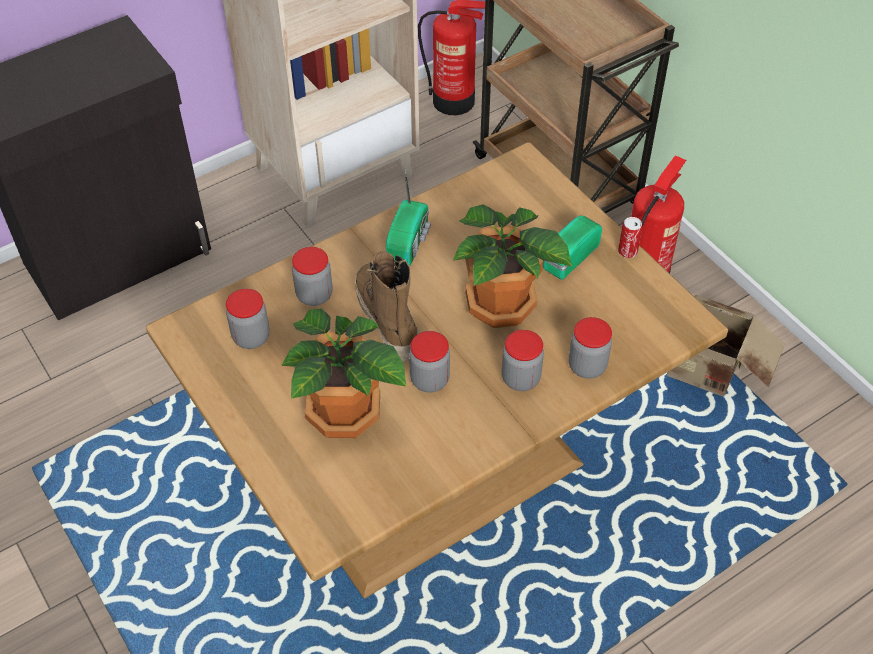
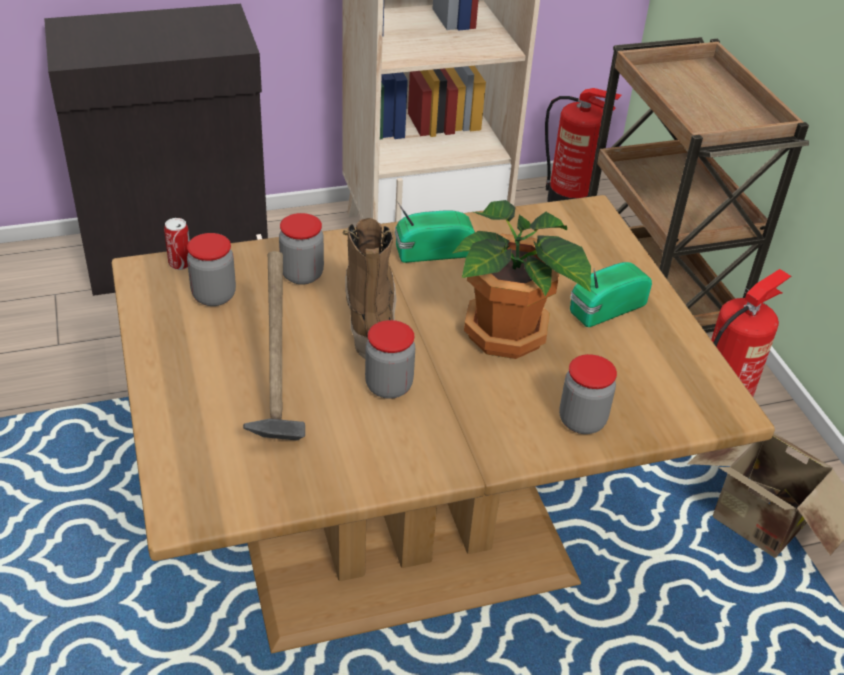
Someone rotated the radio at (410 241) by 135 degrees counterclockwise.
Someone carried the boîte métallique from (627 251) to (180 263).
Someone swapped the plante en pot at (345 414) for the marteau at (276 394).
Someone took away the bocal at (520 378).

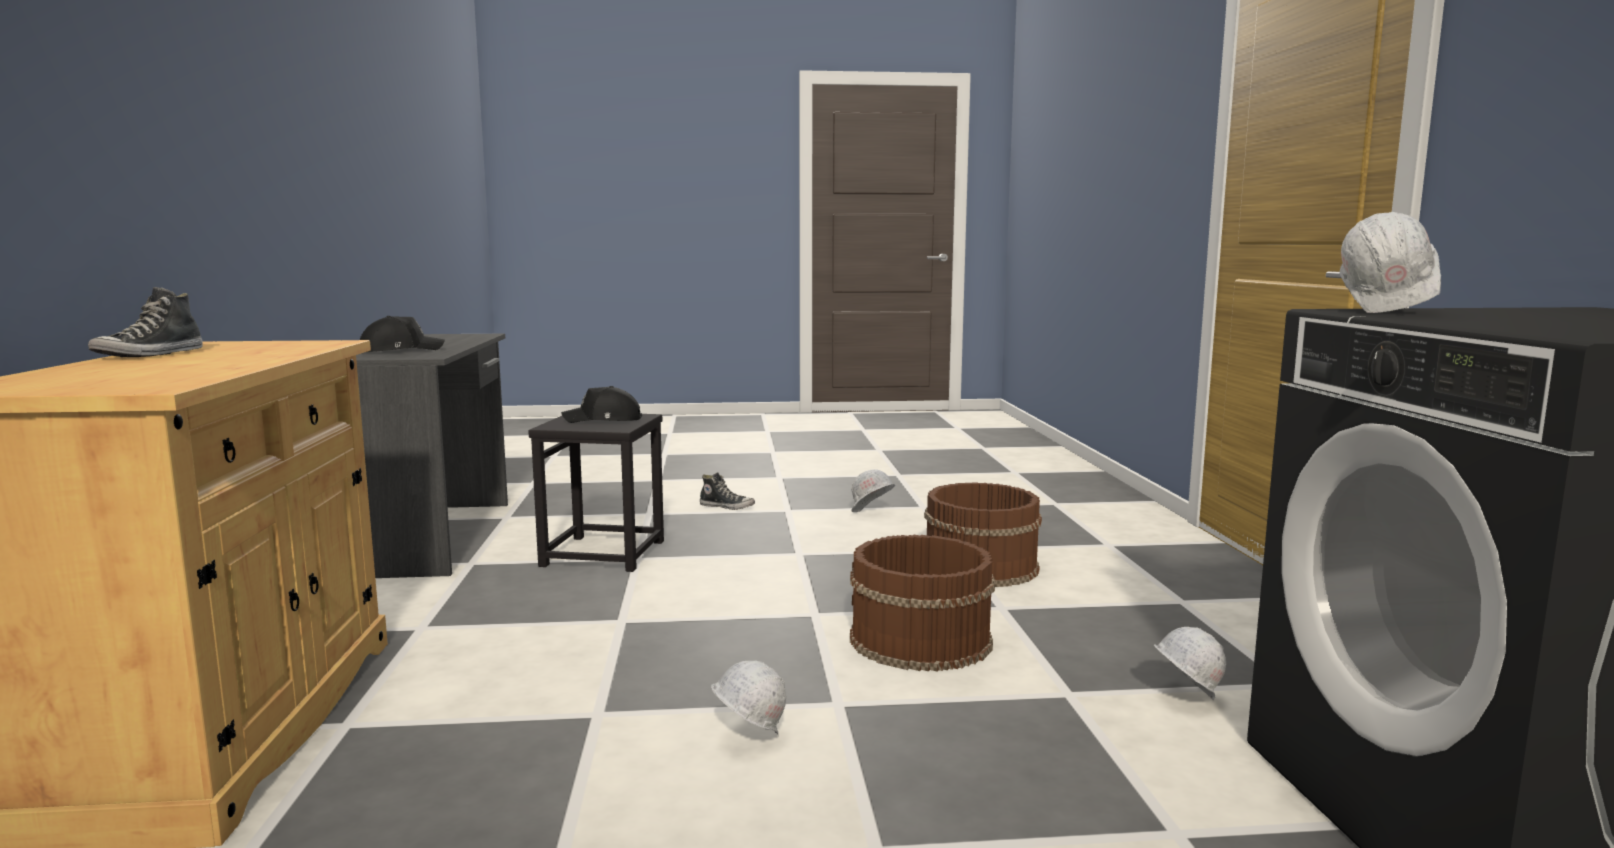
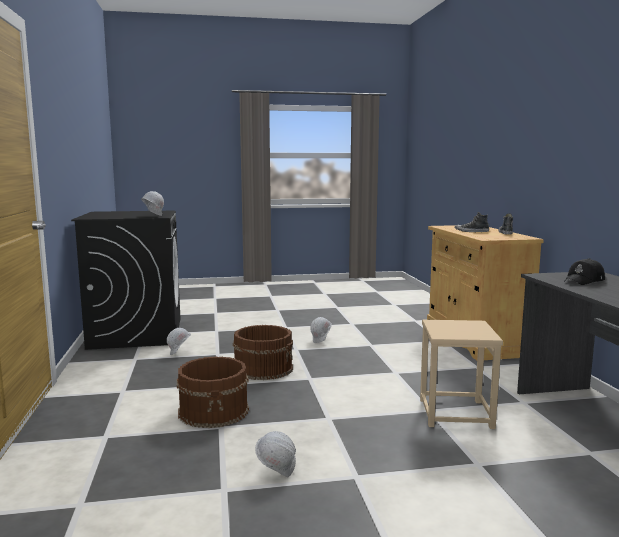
Someone took away the casquette/noir at (603 420).
Someone repainted the tabouret/noir at (604 553), which became the tabouret/beige at (454 413).
Someone carried the chaussure from (727 507) to (471 231).

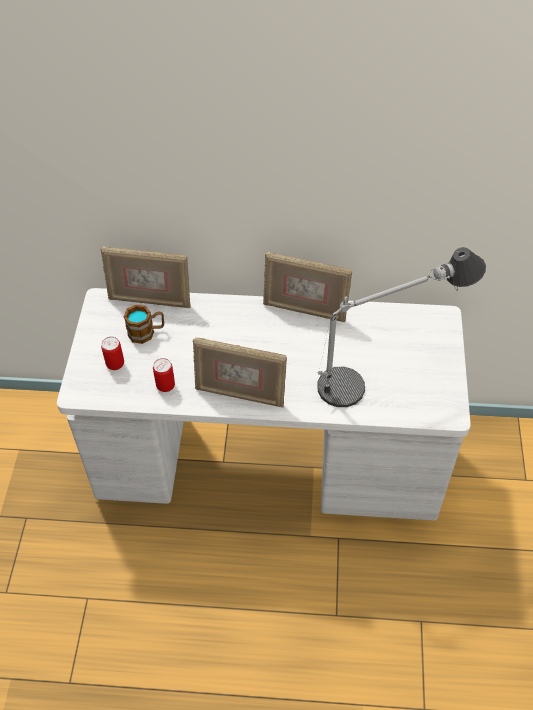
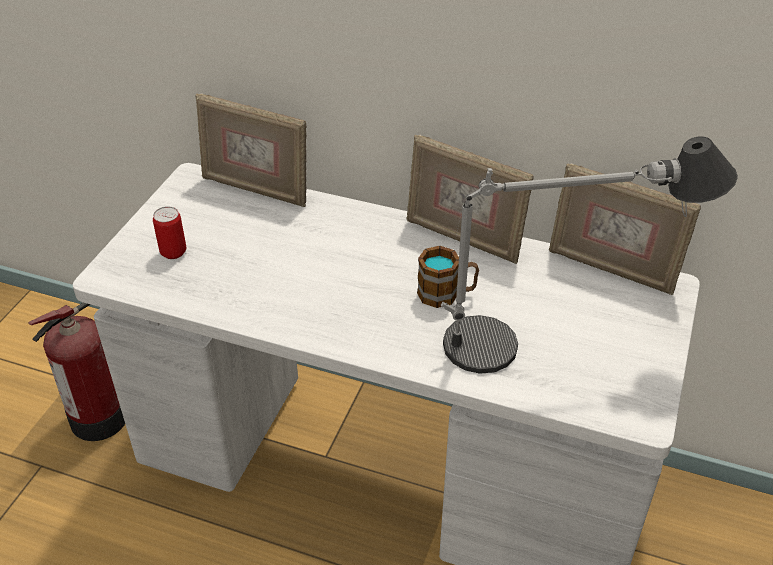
Someone carried the mug from (146 332) to (446 294).
Someone carried the cadre photo from (240 394) to (611 269).
Someone took away the boîte métallique at (165 386).
Someone put down the extincteur at (102 416).

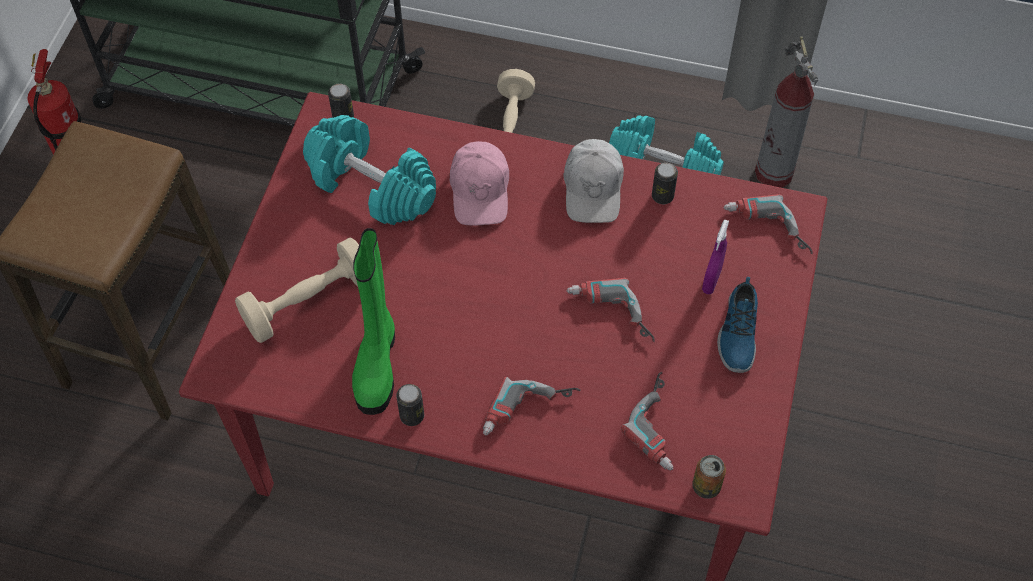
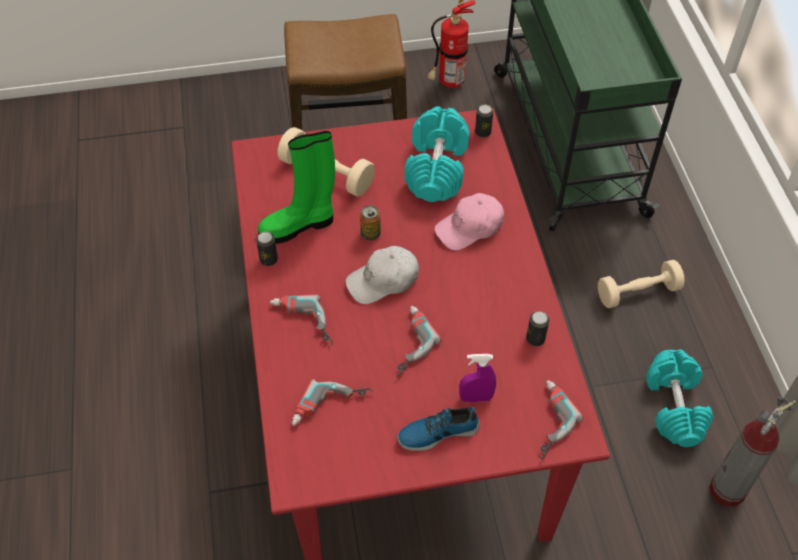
Someone carried the casquette/blanc from (593 188) to (383 281).
Someone carried the boîte métallique from (706 486) to (370 234).

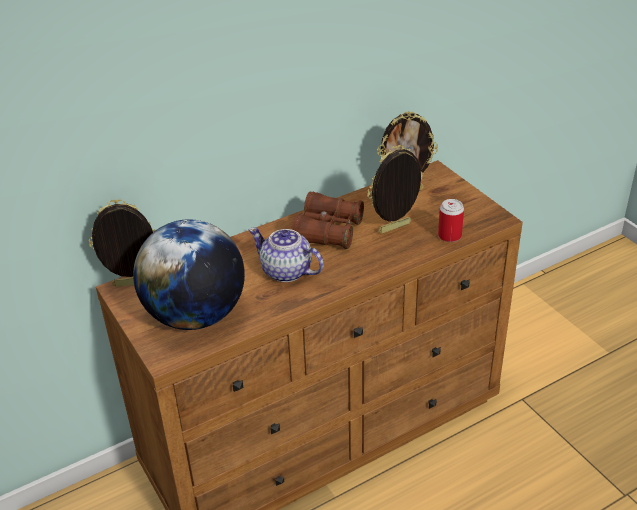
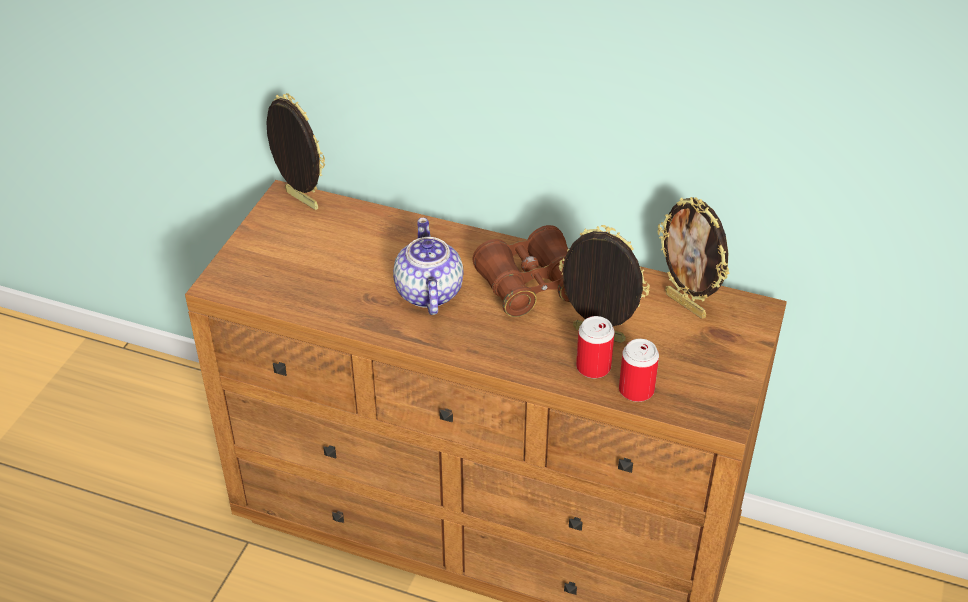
Someone took away the globe at (196 315).
Someone put down the boîte métallique at (593 367).

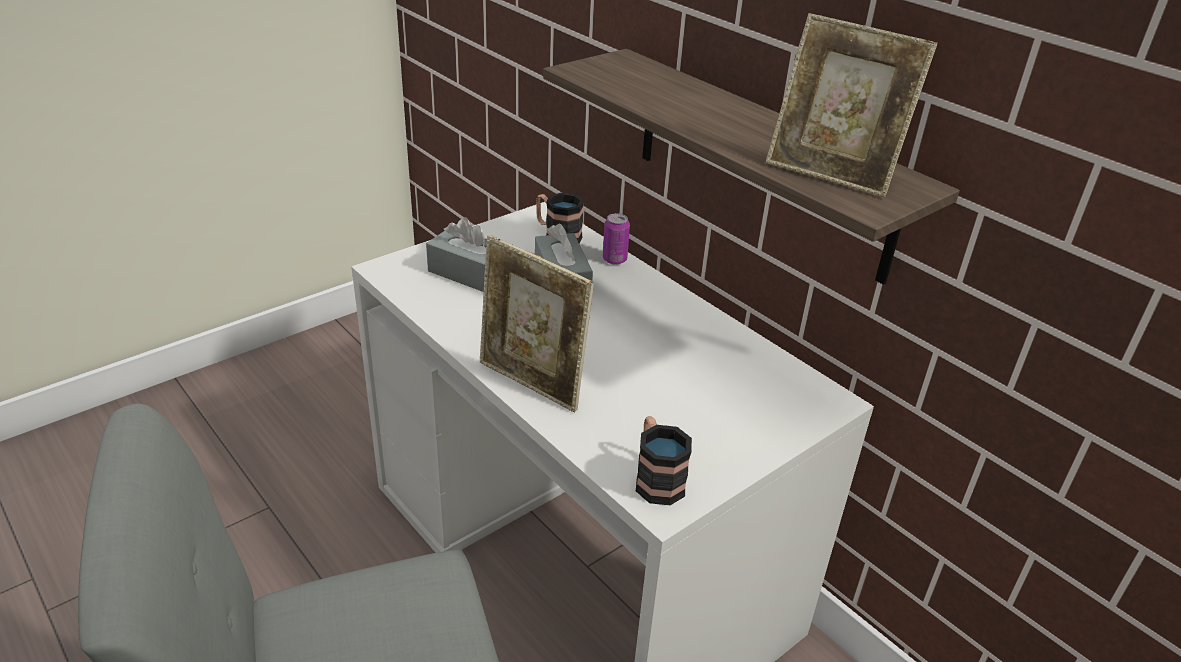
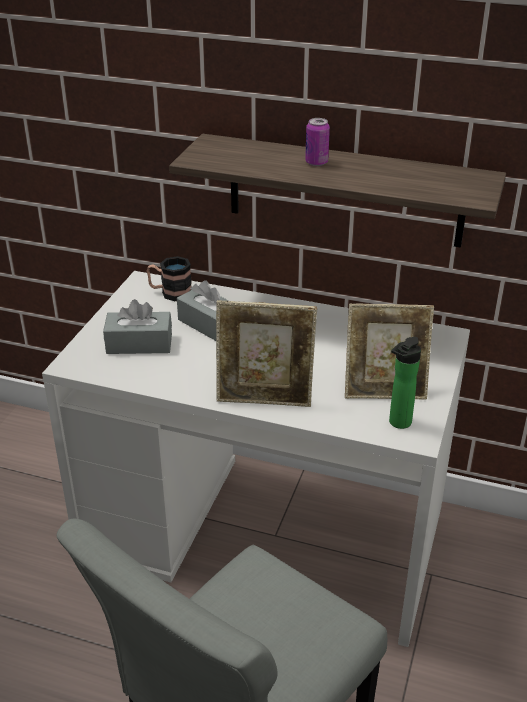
Someone carried the cadre photo from (832 172) to (384 389).
Someone carried the boîte métallique from (614 259) to (316 162).
Someone swapped the mug at (656 478) for the bouteille at (398 423).

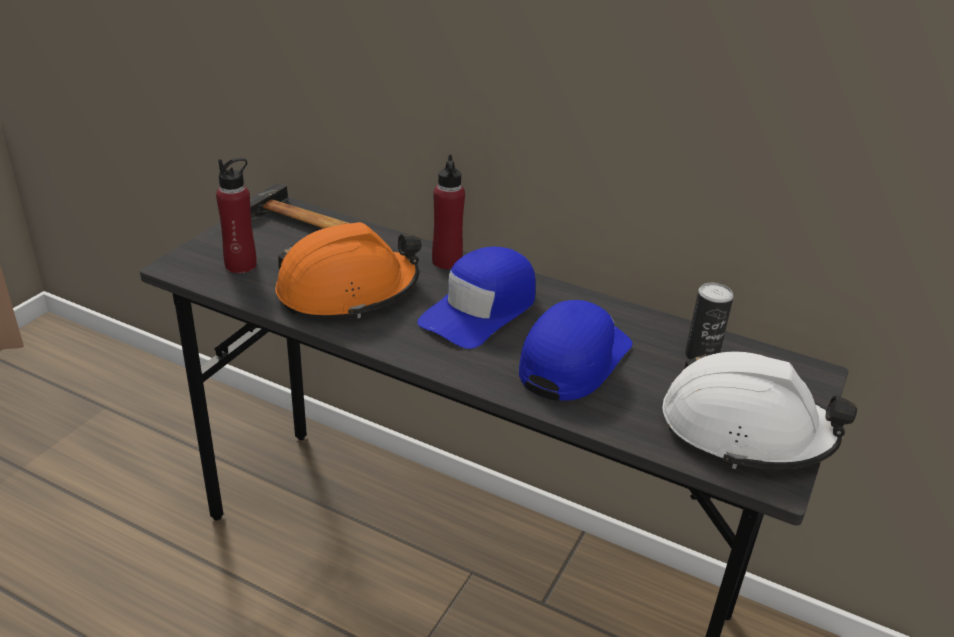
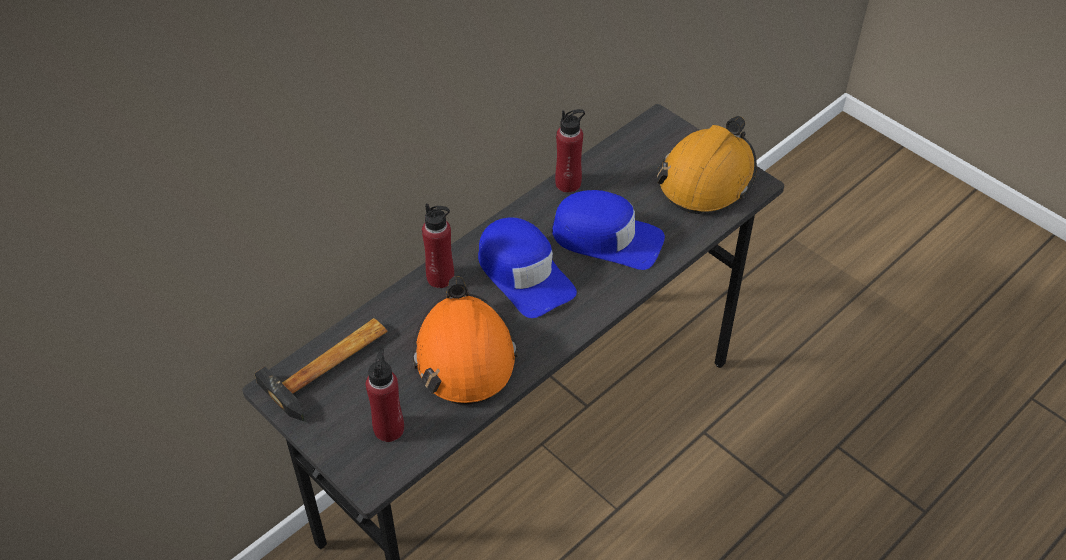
Someone took away the boîte métallique at (701 355).
Someone rotated the casquette/bleu at (573 359) by 150 degrees clockwise.
Someone repainted the casque de chantier/blanc at (745 431), which became the casque de chantier/orange at (707 178).
Someone put down the bouteille/rouge at (568 183).

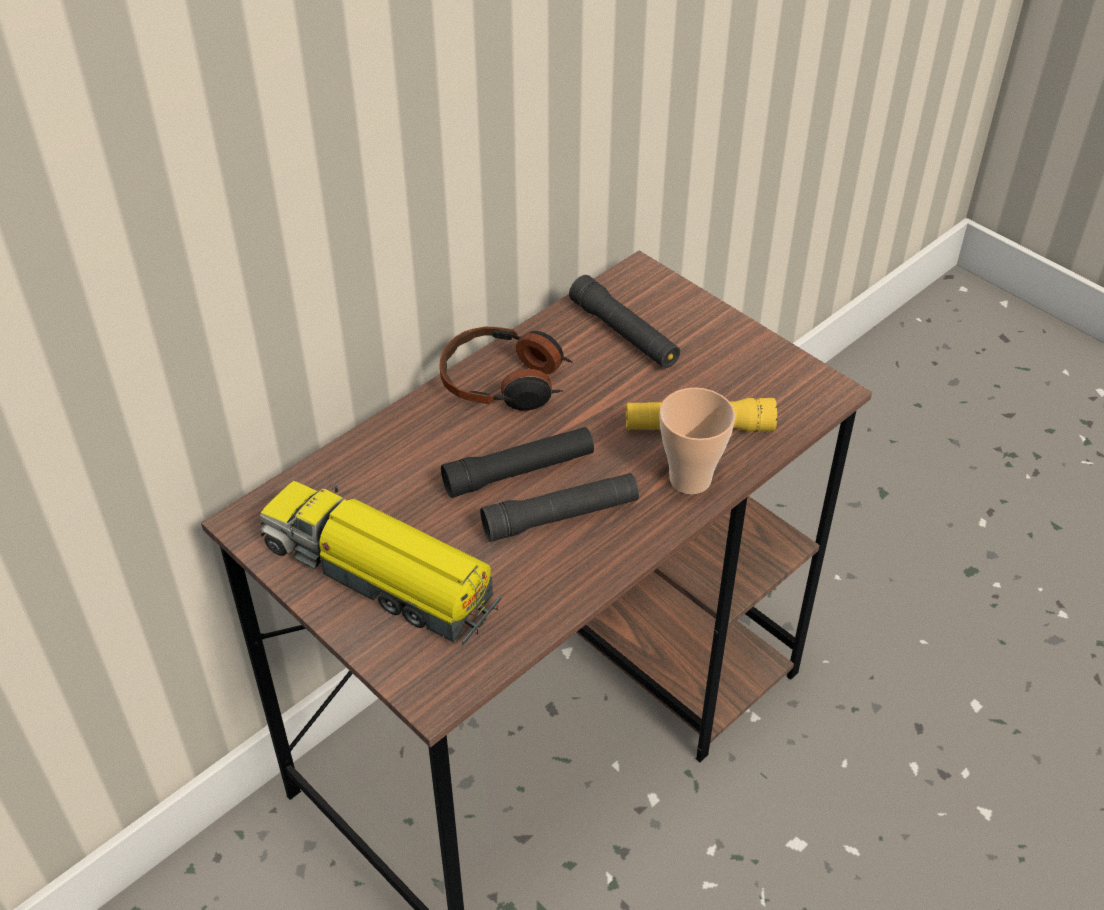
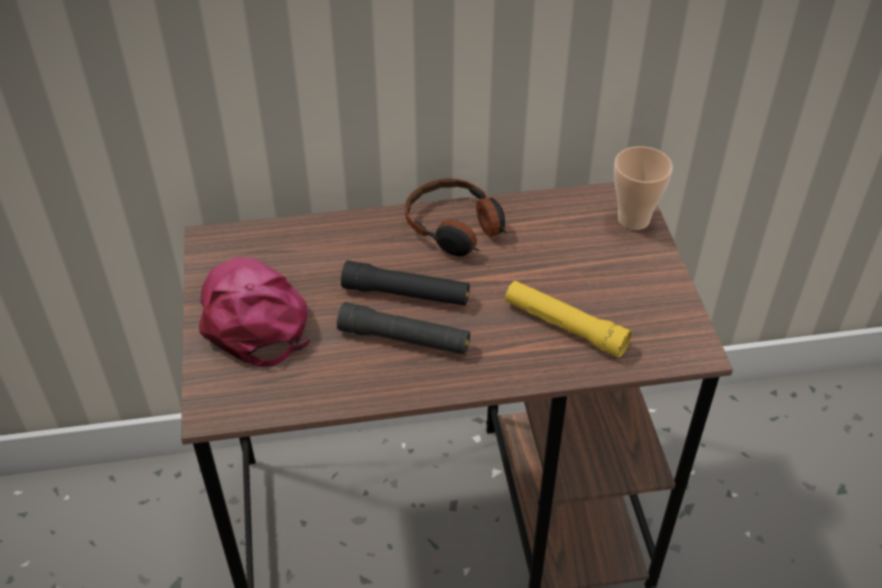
Someone took away the lampe de poche/noir at (624 333).
Someone carried the tasse from (690 479) to (633 219).
Someone swapped the camion jouet at (381 576) for the casquette/rose at (253 316).

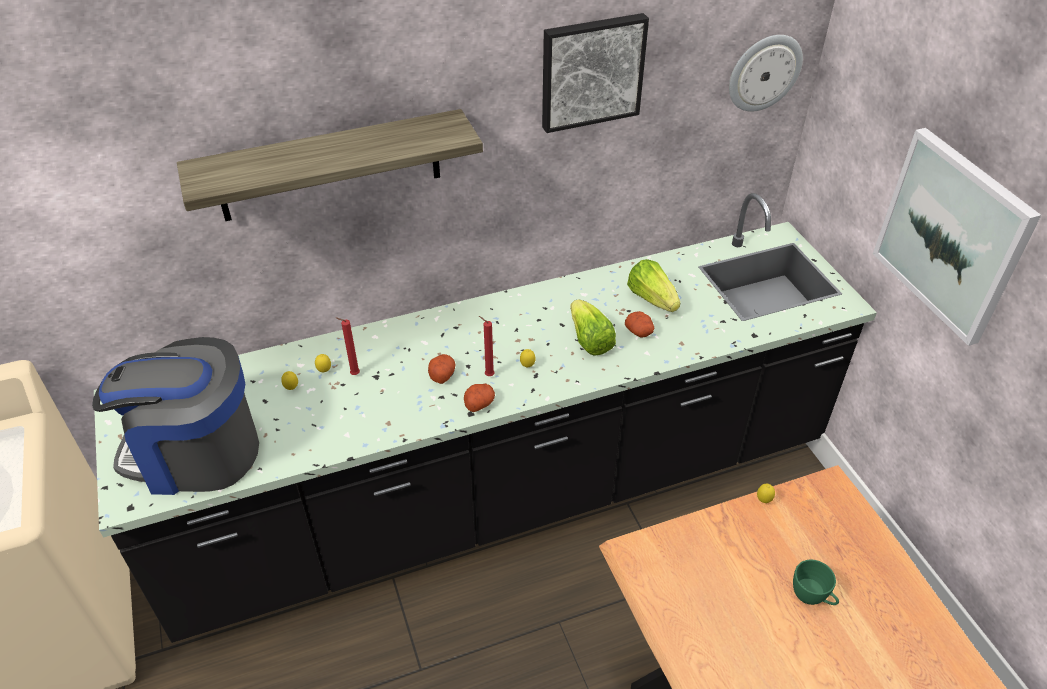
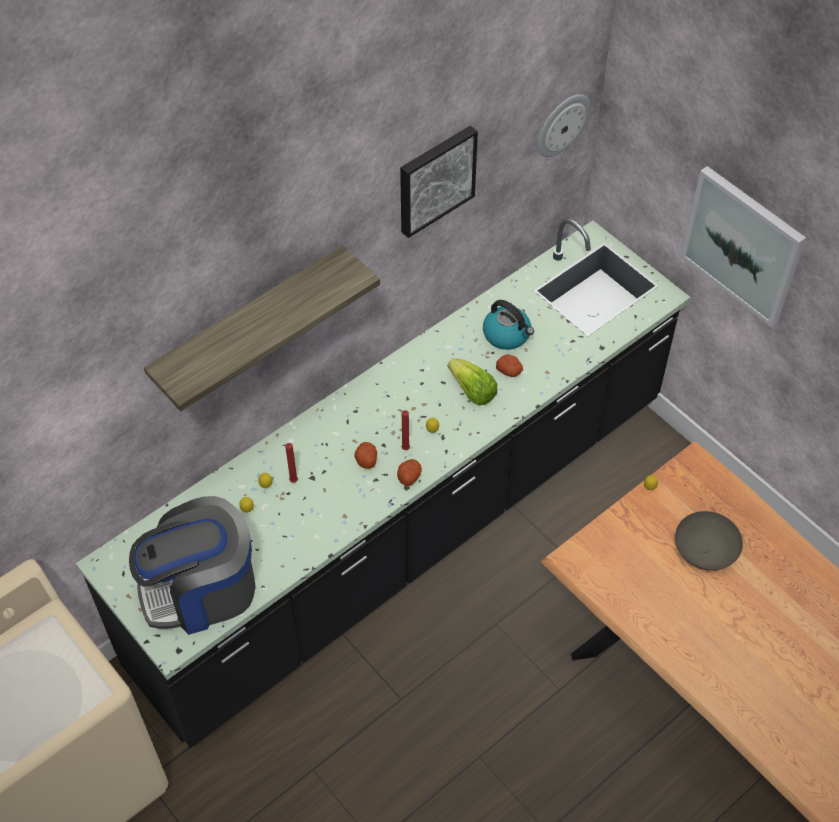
Someone swapped the laitue at (652 299) for the bouilloire at (507 335).
Someone swapped the tasse/vert at (812 597) for the bol/gris at (705 552).

